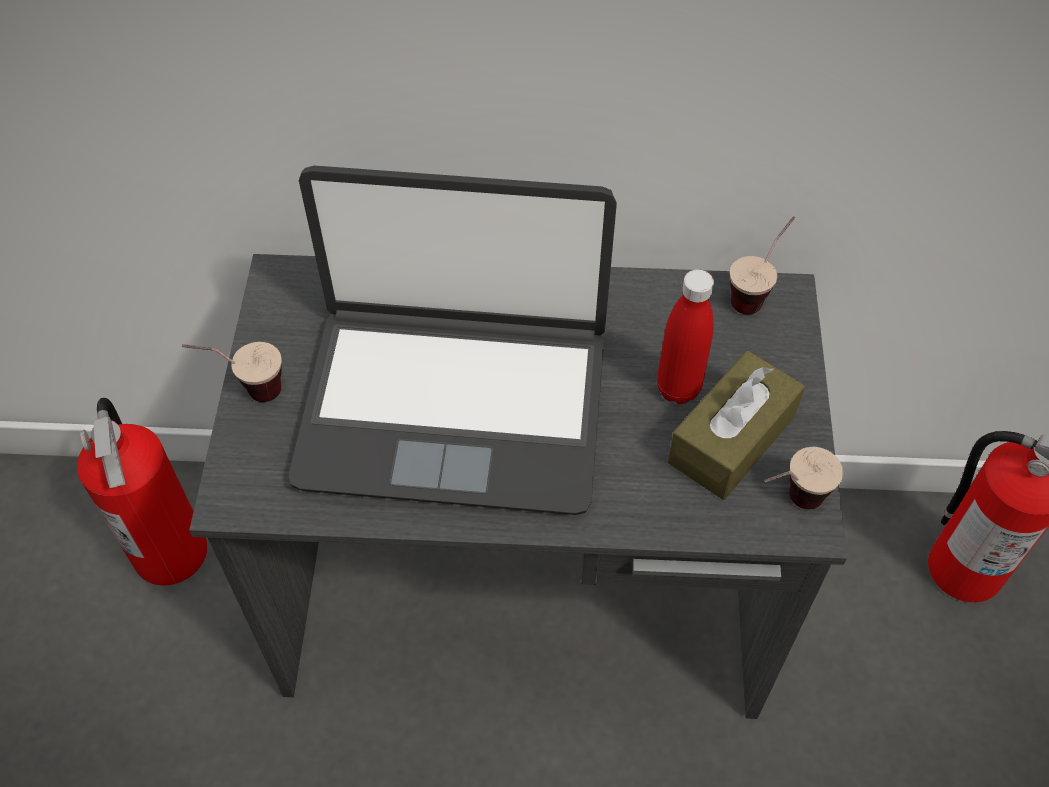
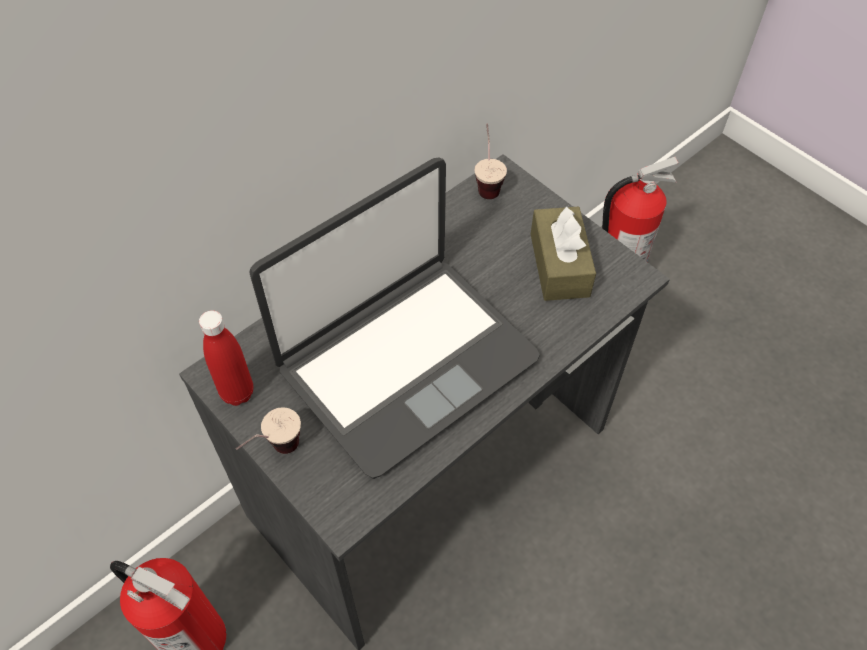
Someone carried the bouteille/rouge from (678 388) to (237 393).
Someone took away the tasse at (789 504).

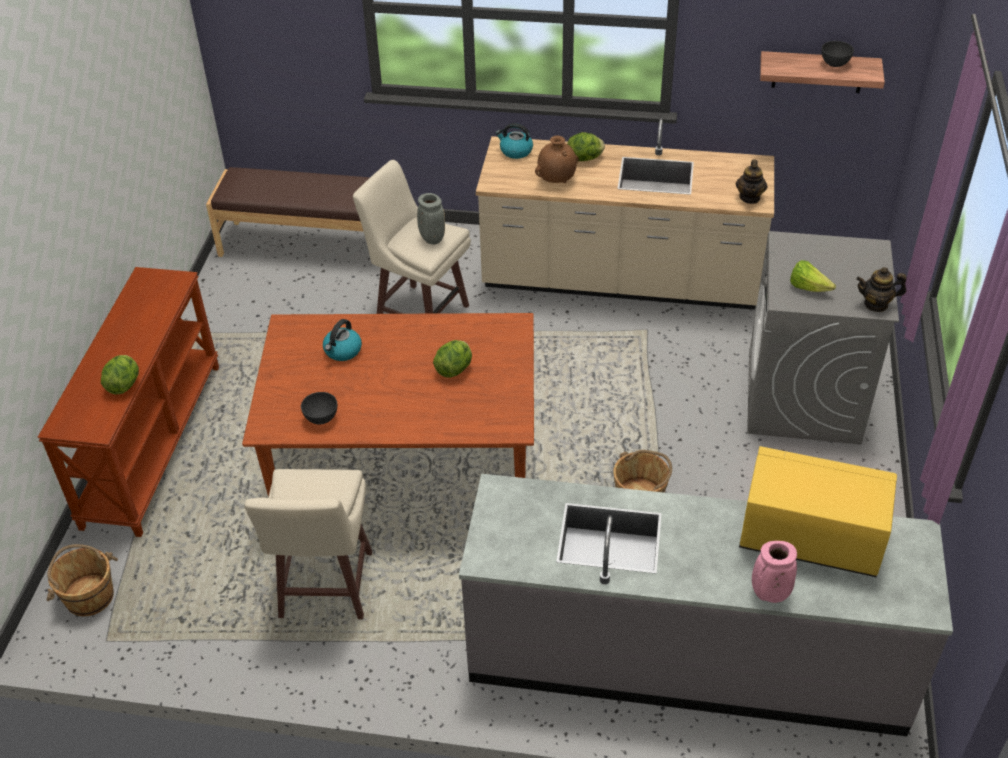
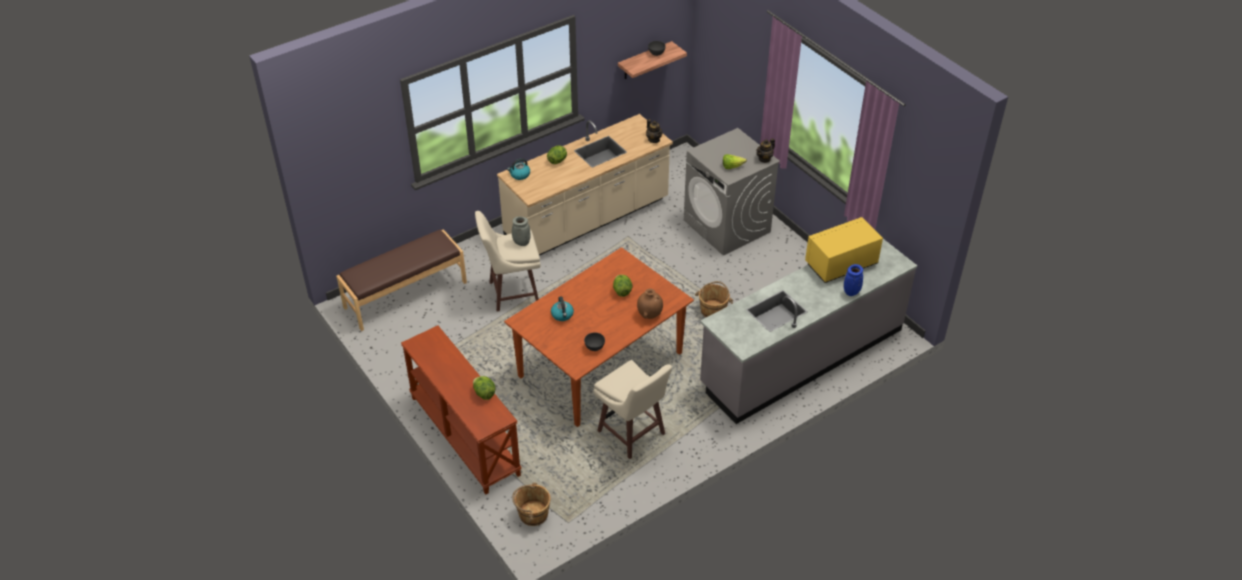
Someone carried the vase/marron from (557 180) to (649 314).
Someone repainted the vase/rose at (769 594), which became the vase/bleu at (851 293).

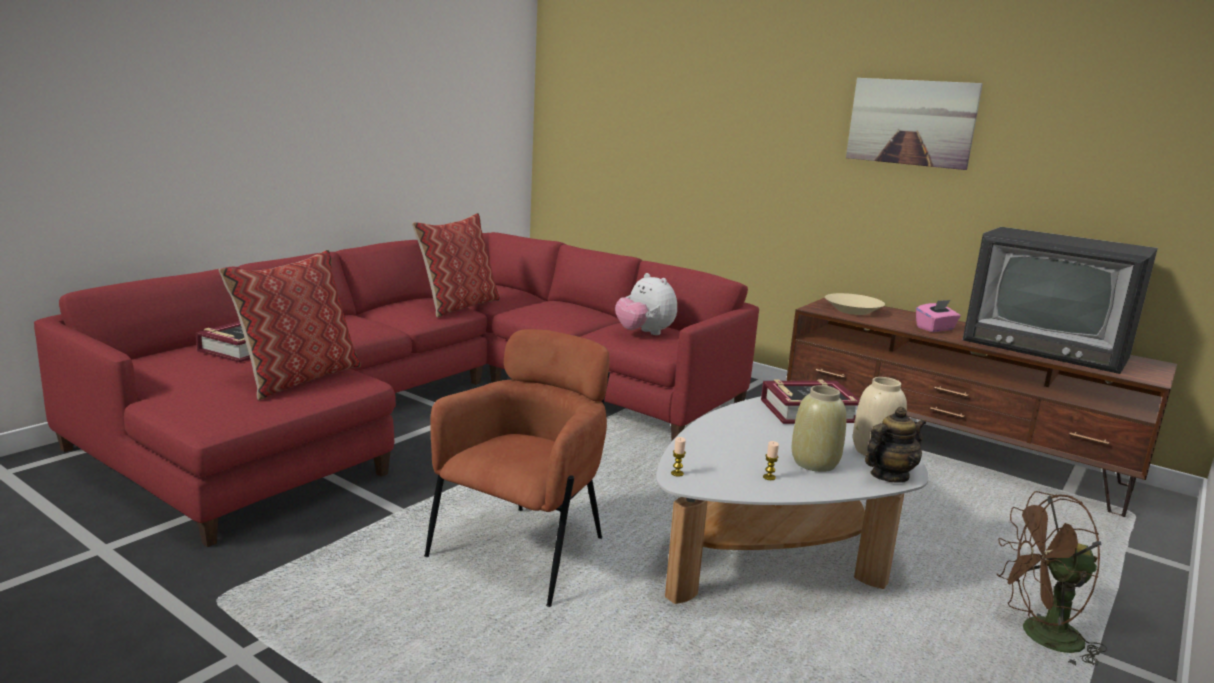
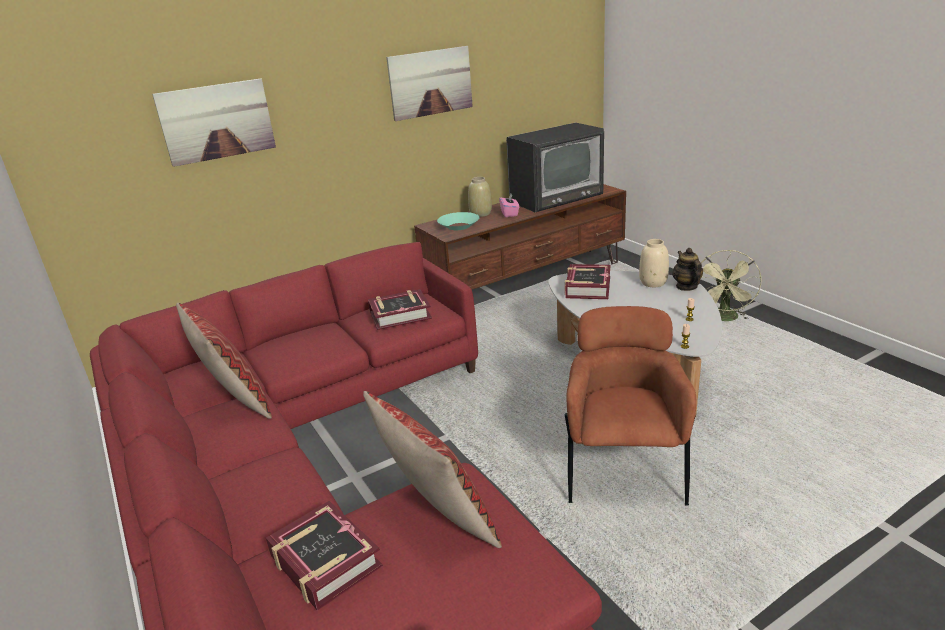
Someone swapped the peluche at (644 333) for the livre at (400 315).
Someone repainted the bol/beige at (853 311), which became the bol/turquoise at (459 226).
Someone rotated the fauteuil/marron at (524 551) by 45 degrees clockwise.
Someone carried the vase/beige from (814 463) to (480 214).
Someone repainted the ventilateur/marron at (1040 637), which became the ventilateur/vert at (724 319).
Someone put up the tableau at (217 121).

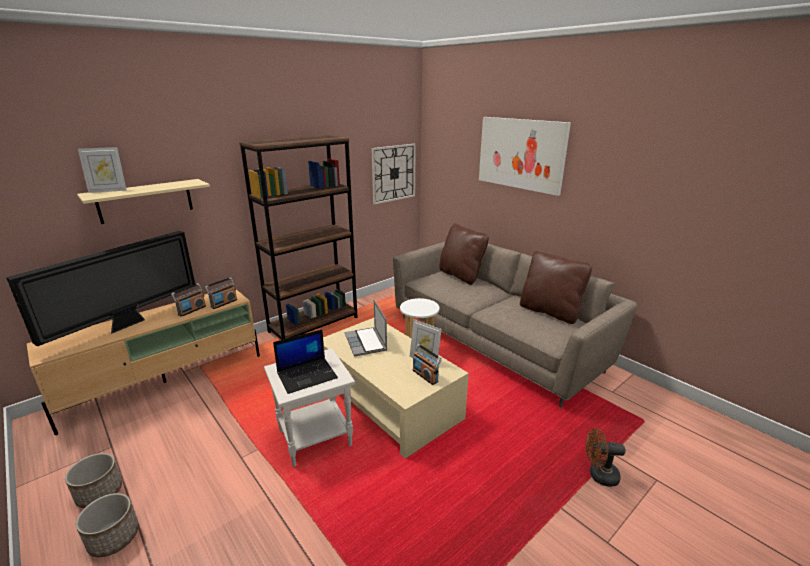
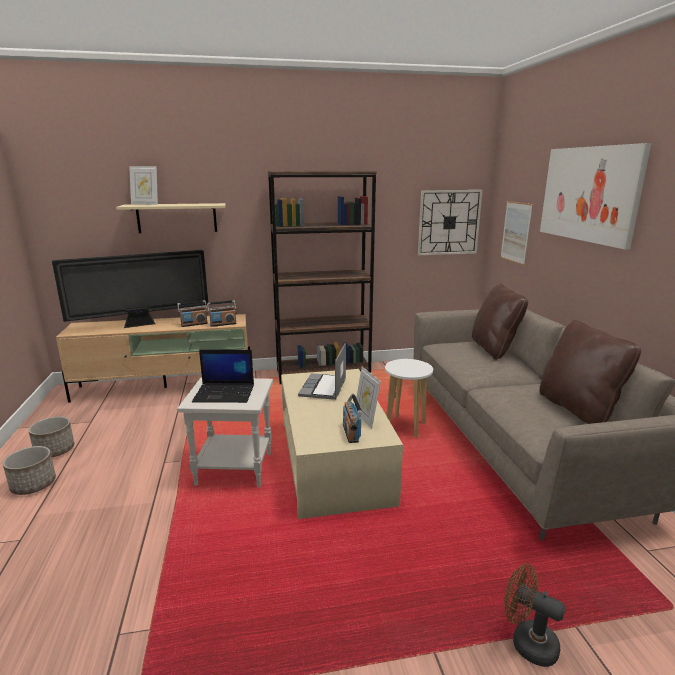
Someone put up the tableau at (516 232).

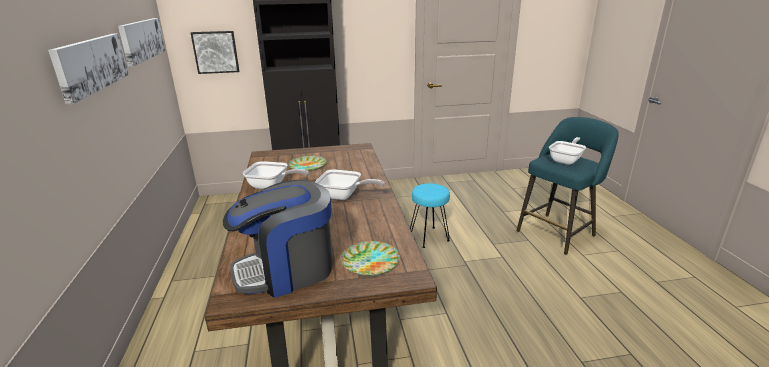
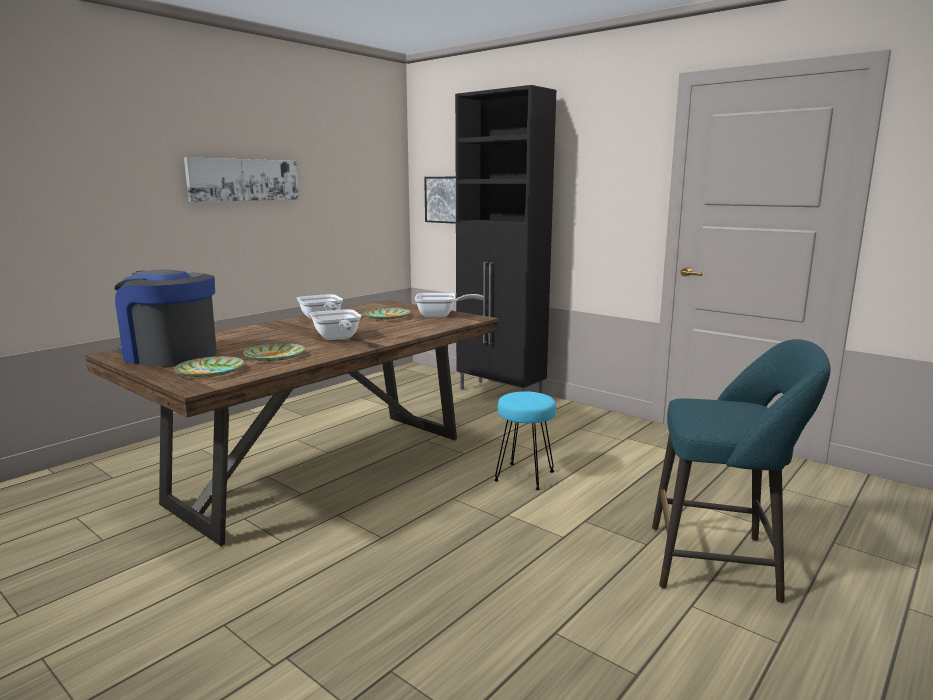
Someone took away the tableau at (142 40).
Someone carried the poêle from (566 160) to (440 316).
Someone put down the assiette at (275 356).

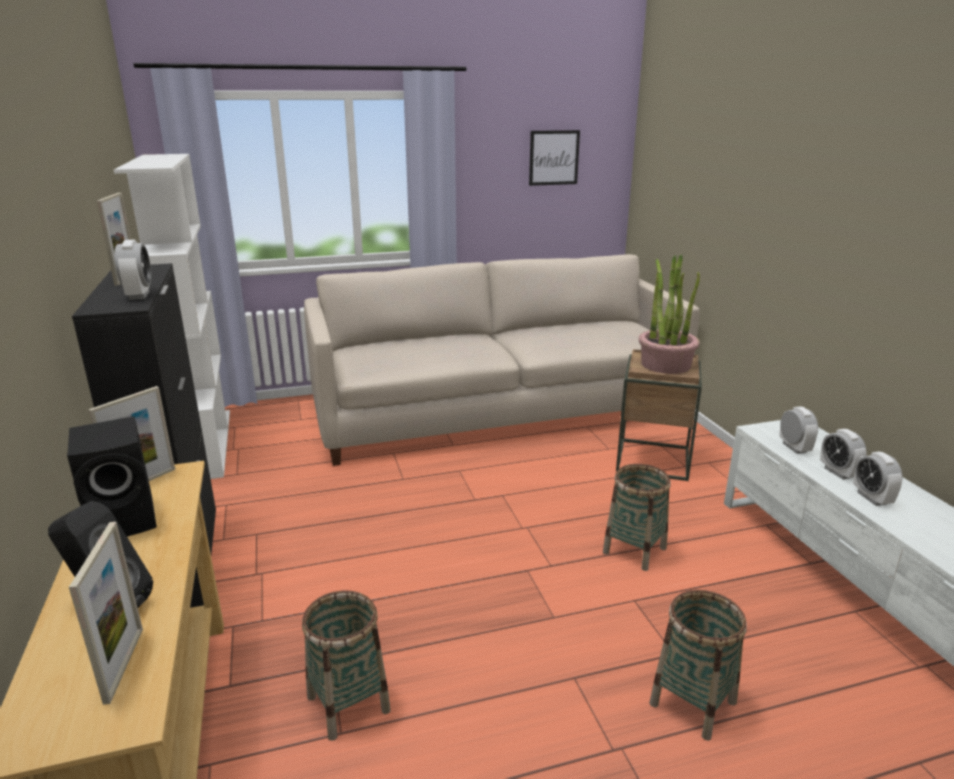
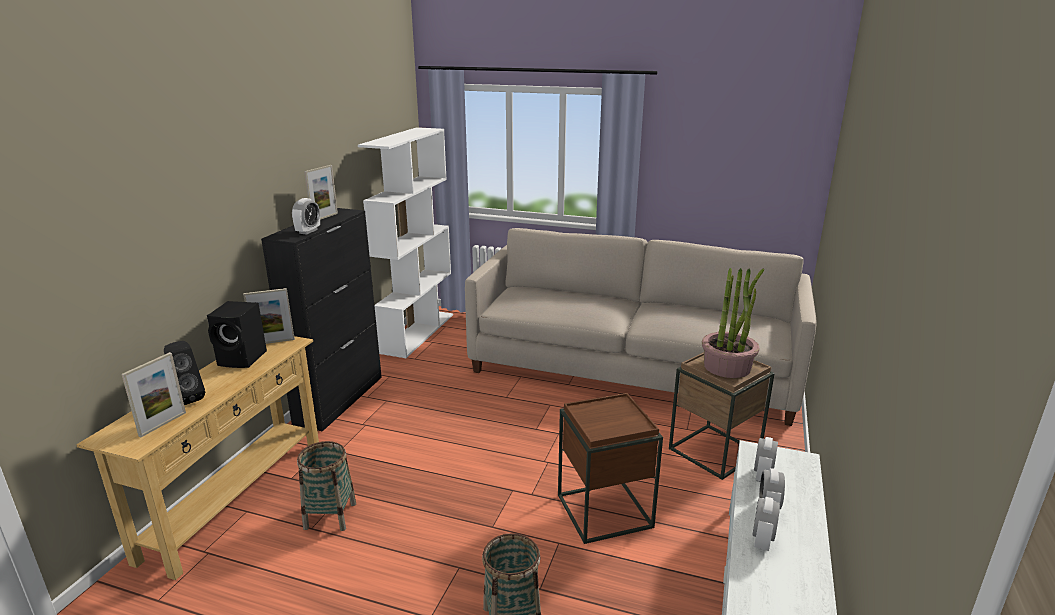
Someone took away the tableau at (554 157).
Someone swapped the panier at (634 550) for the table d'appoint/marron at (604 510).

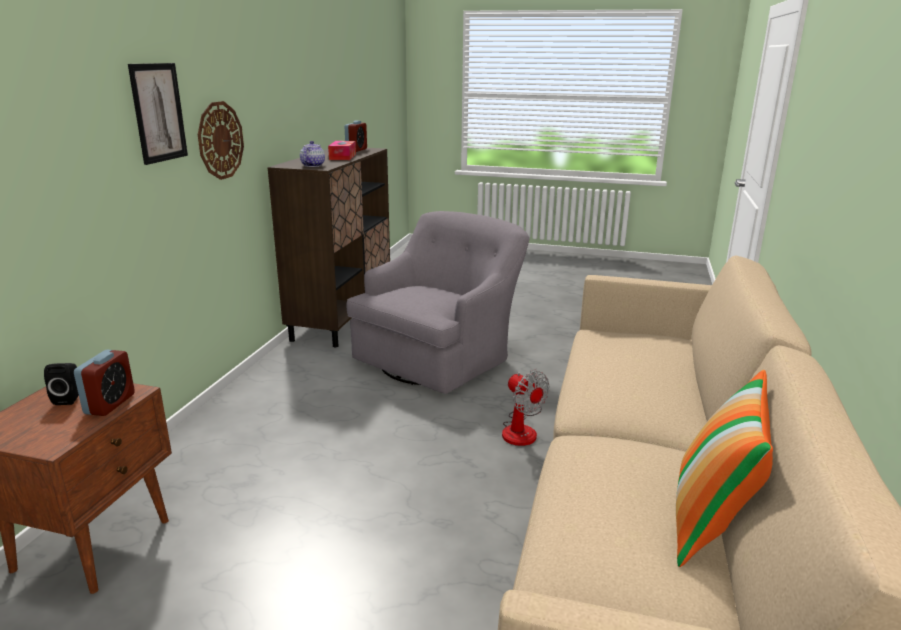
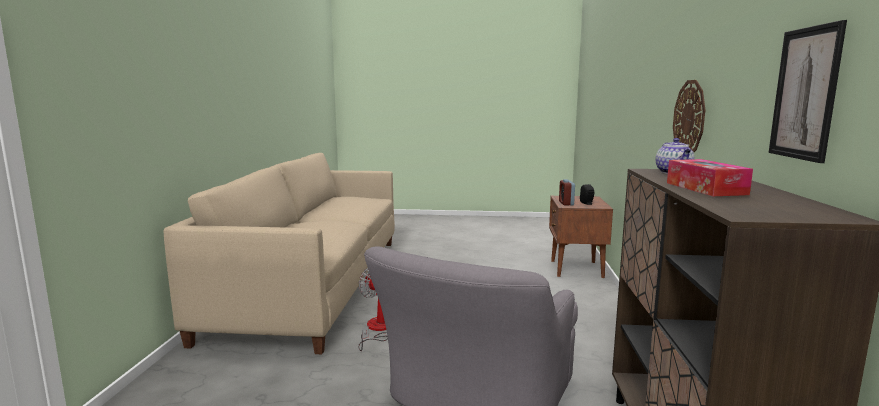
Someone carried the tableau from (158 112) to (805 93).
Someone took away the réveil at (356 150).
Someone took away the coussin at (711 523).

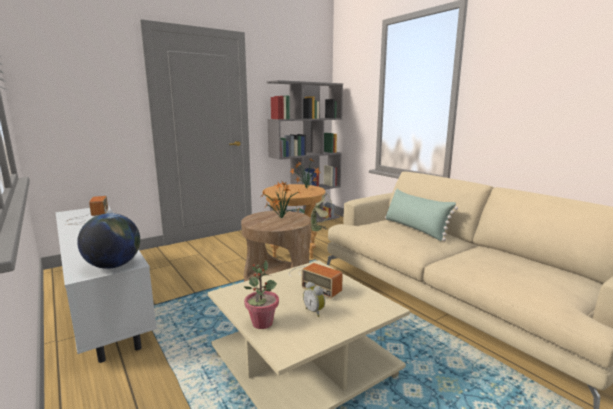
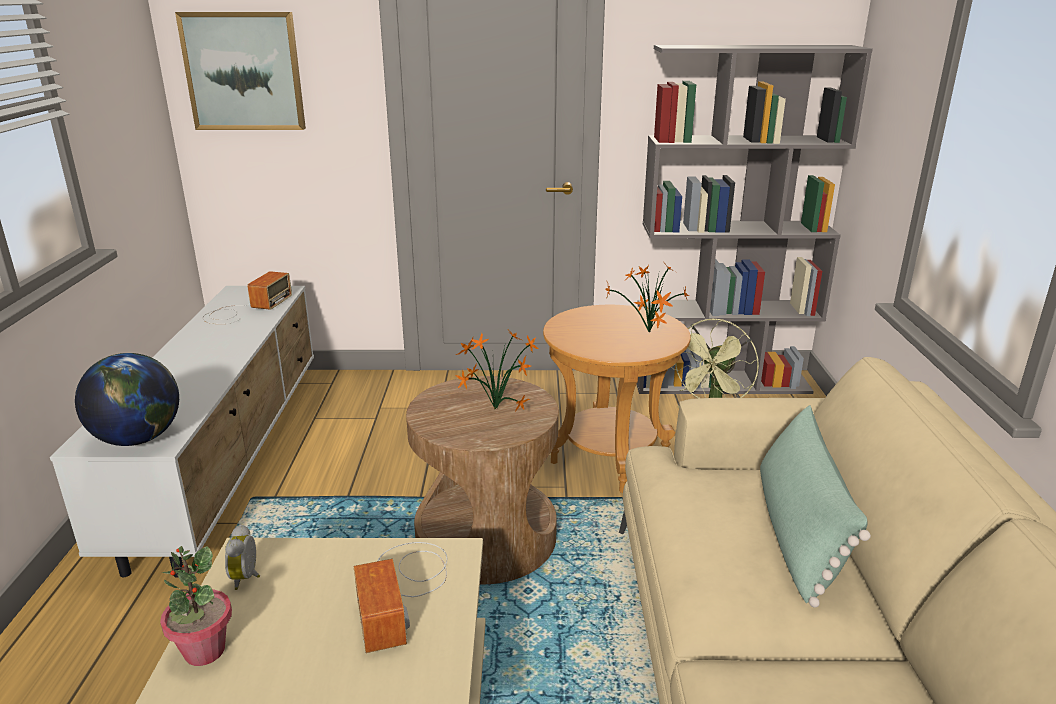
Someone carried the réveil from (315 311) to (247 578).
Someone put up the tableau at (244 71).

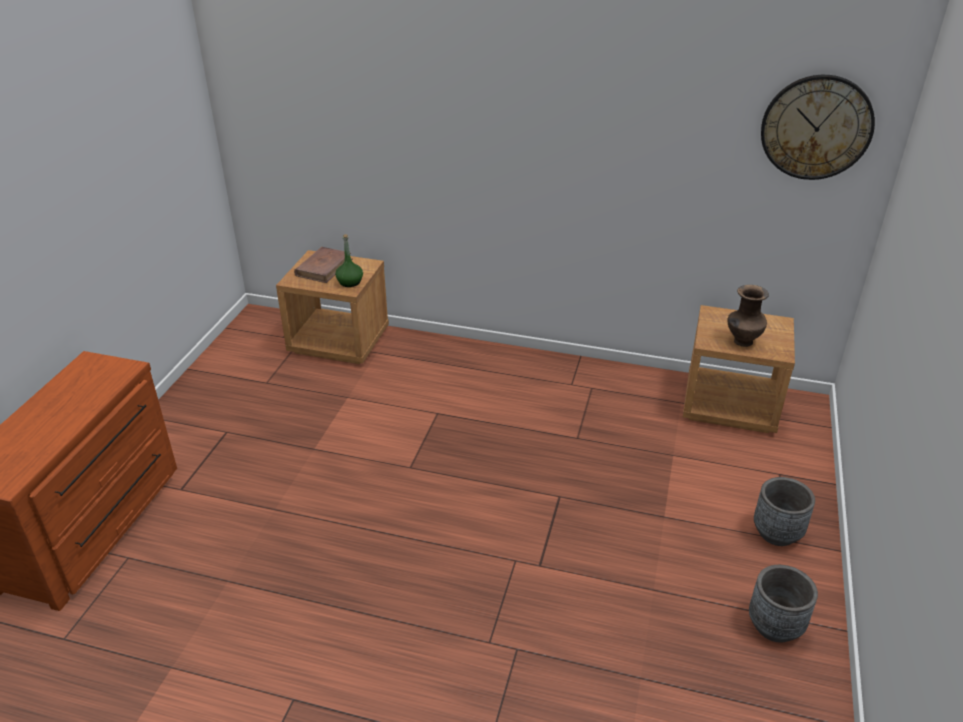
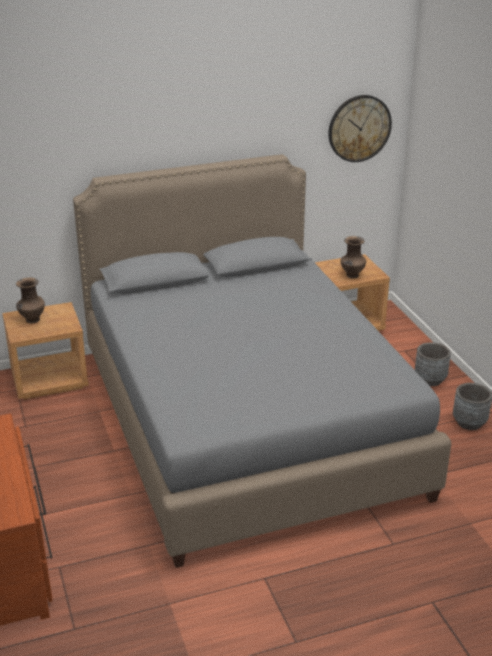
Someone took away the bouteille/vert at (350 282).
Someone swapped the livre/marron at (324 267) for the vase/marron at (32 320).
Someone put down the lit/gris at (245 421).

